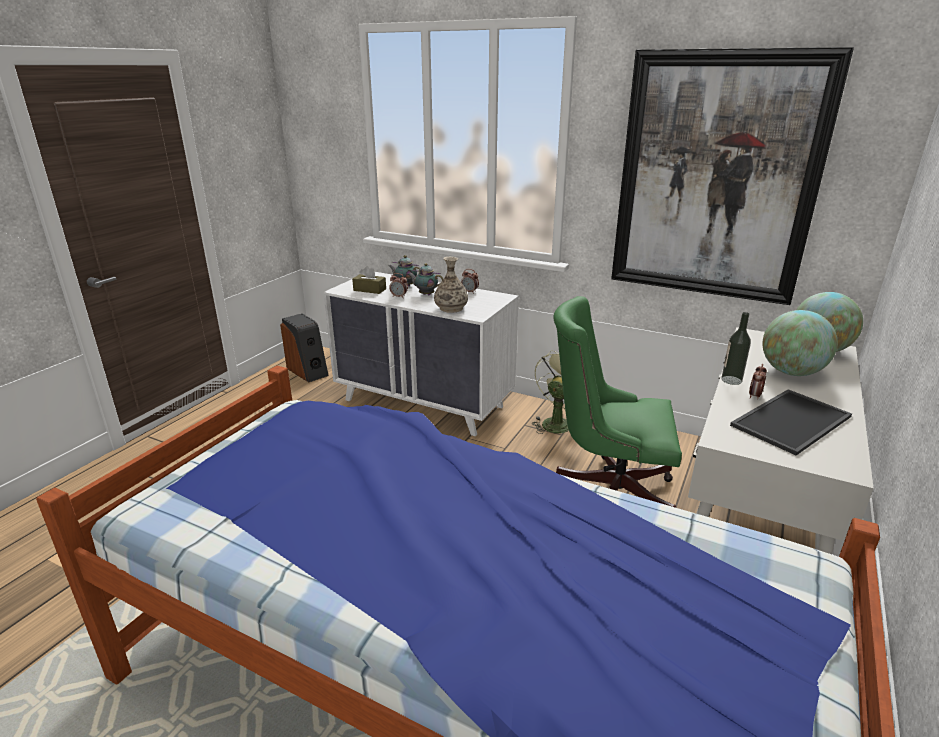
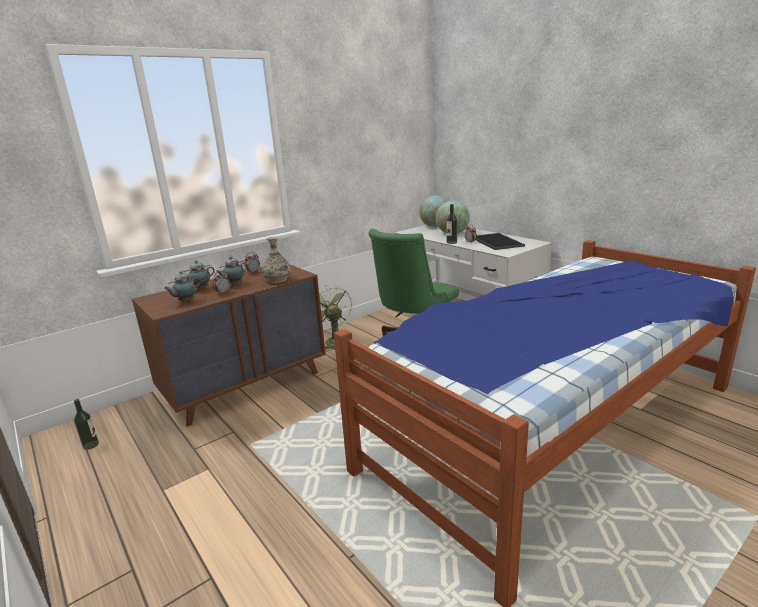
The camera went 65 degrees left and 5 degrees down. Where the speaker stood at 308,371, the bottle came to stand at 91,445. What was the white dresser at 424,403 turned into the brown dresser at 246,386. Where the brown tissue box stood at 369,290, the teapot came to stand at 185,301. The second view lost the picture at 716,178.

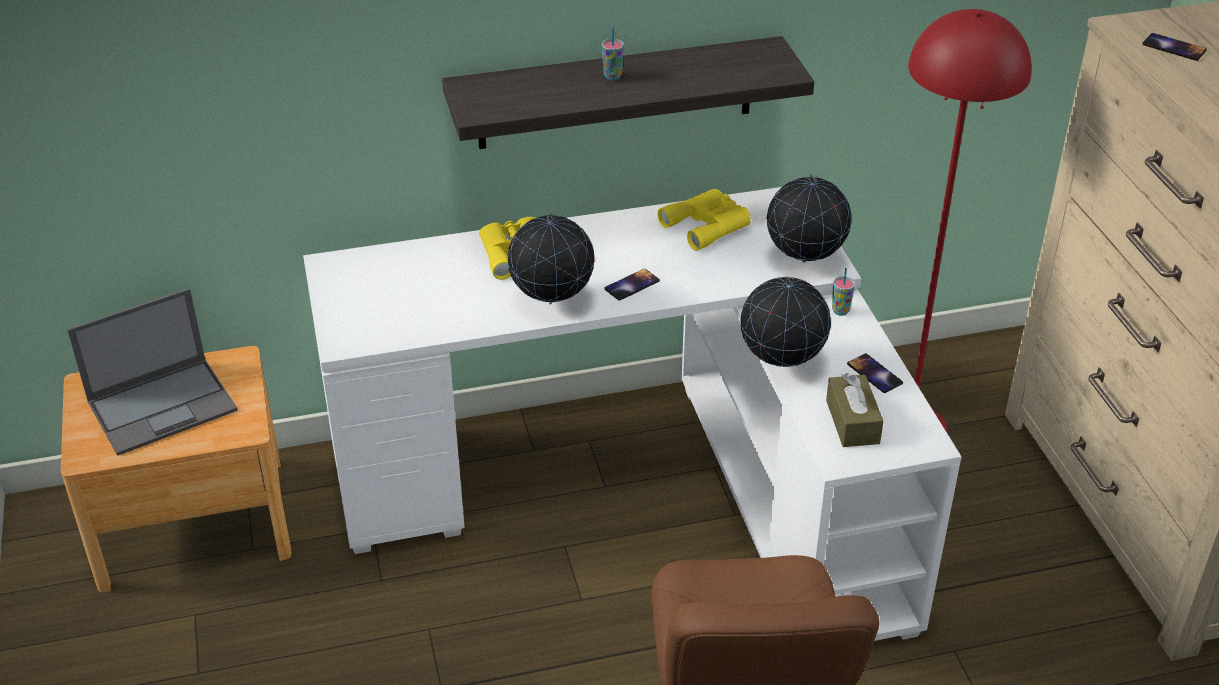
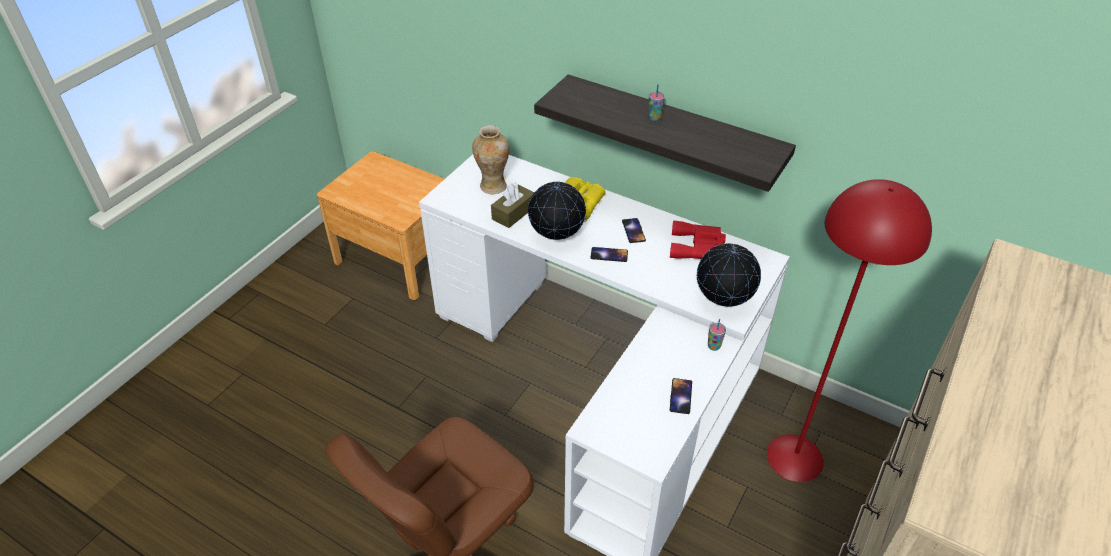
The camera went 45 degrees right and 5 degrees up. The second view gained the vase at 493,186. The brown tissue box ended up elsewhere, having gone from 852,422 to 513,213. The phone ended up elsewhere, having gone from 1174,47 to 633,231. What was the yellow binoculars at 708,224 turned into the red binoculars at 698,247. The second view lost the laptop at 164,405. The second view lost the globe at 781,366.

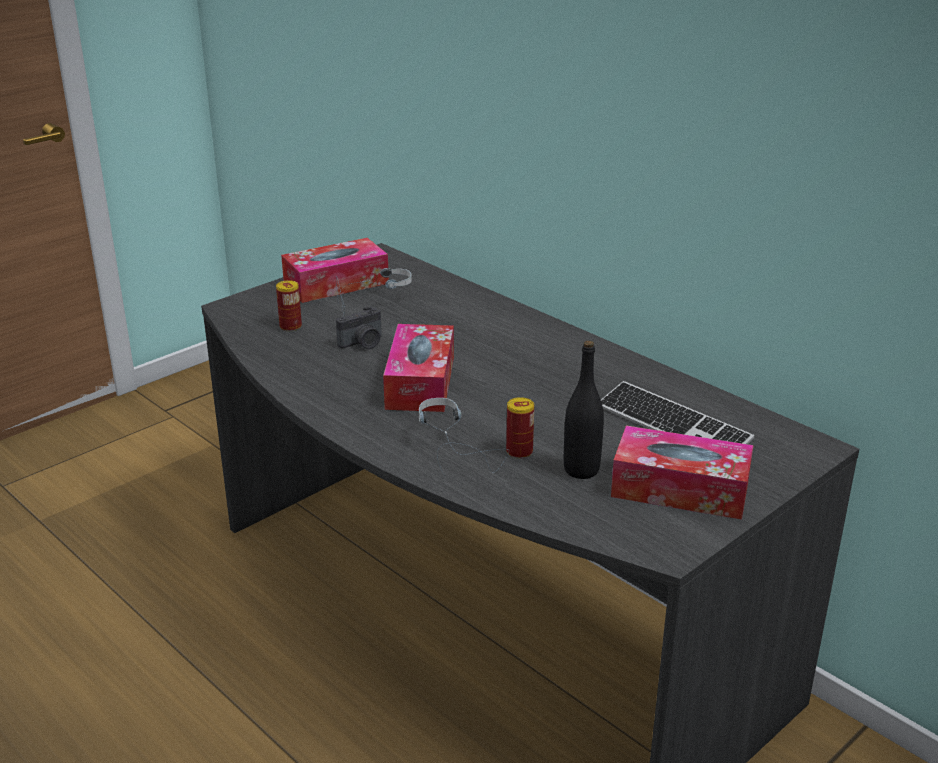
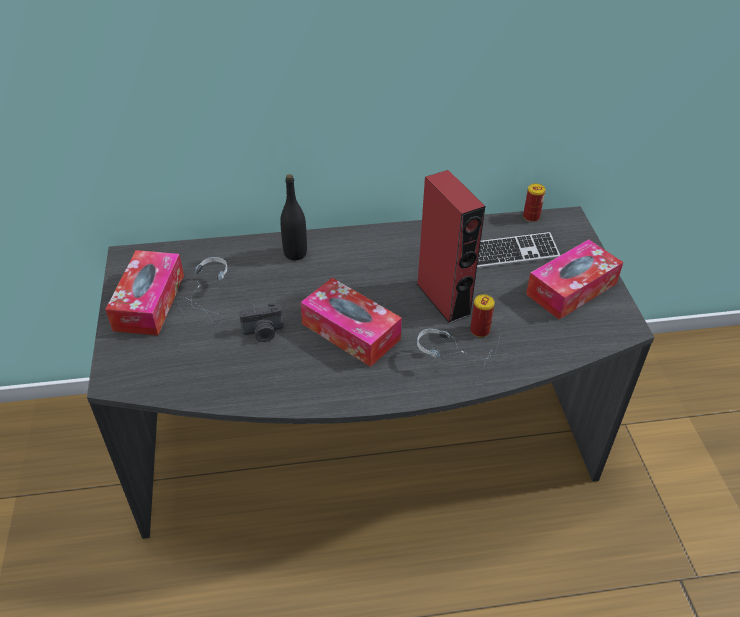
The camera went 55 degrees left and 15 degrees up. The photo camera at 363,343 ended up facing another way, 75 degrees clockwise from before. The black bottle ended up elsewhere, having gone from 581,470 to 295,253. The second view gained the red speaker at 443,299. The can ended up elsewhere, having gone from 290,326 to 531,217.

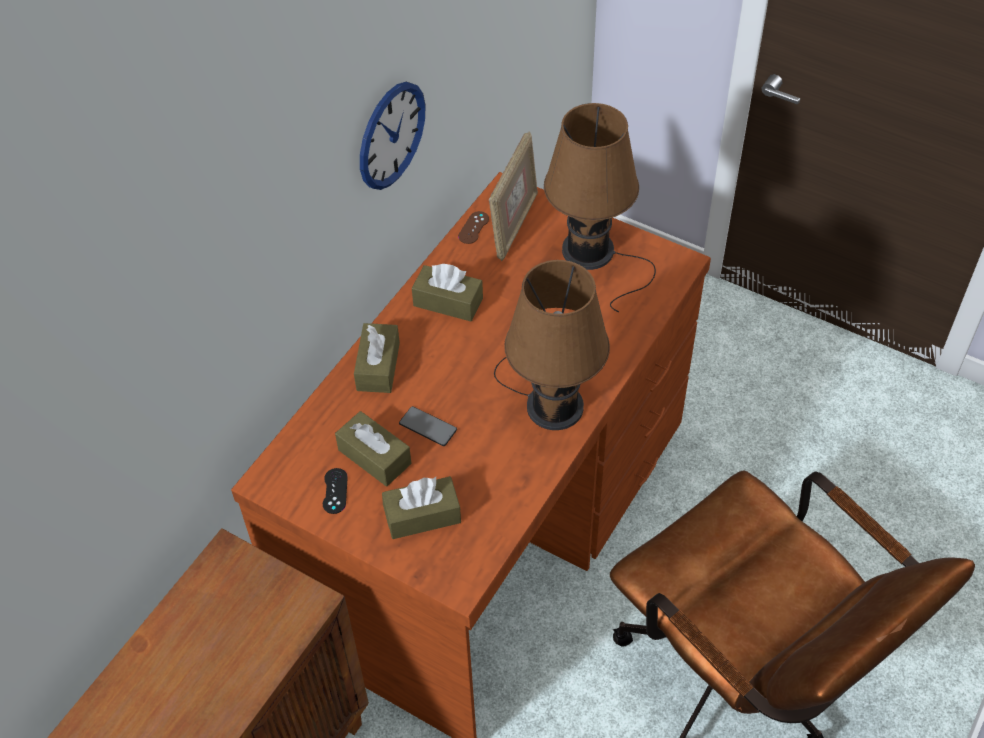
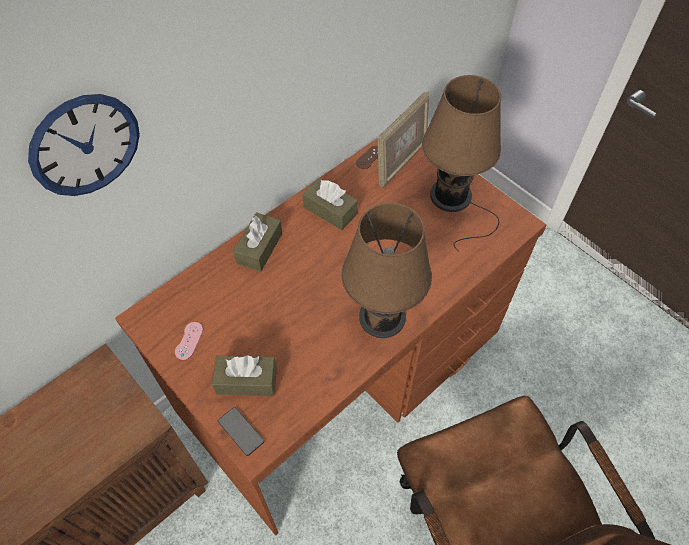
The camera went 15 degrees right and 5 degrees up. The wall clock ended up elsewhere, having gone from 391,135 to 85,145. What was the black game controller at 335,491 turned into the pink game controller at 189,340. The phone ended up elsewhere, having gone from 428,427 to 241,431. The second view lost the brown tissue box at 374,456.

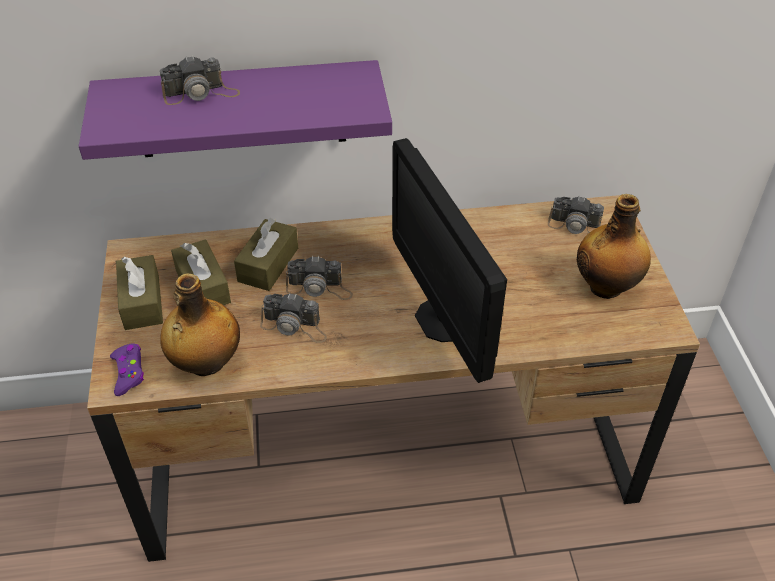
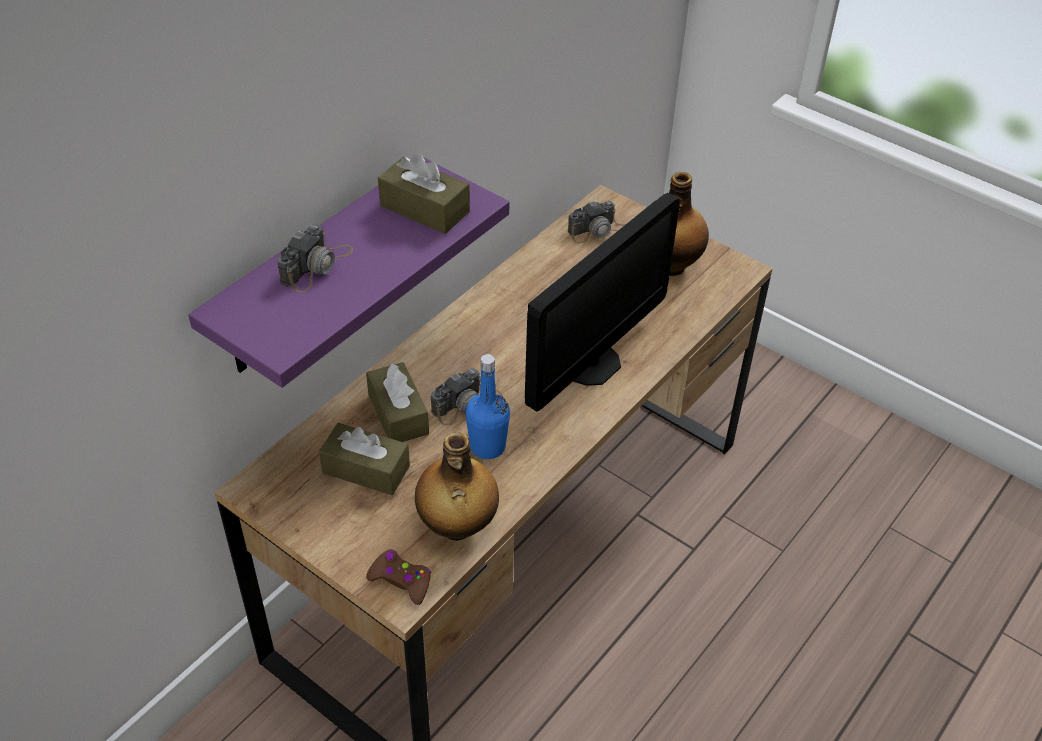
The camera went 45 degrees left and 0 degrees up. What was the purple game controller at 129,372 turned into the brown game controller at 401,580. The brown tissue box ended up elsewhere, having gone from 142,302 to 424,209. Where the photo camera stood at 295,326, the blue bottle came to stand at 487,447. The monitor at 443,319 ended up facing another way, 75 degrees counterclockwise from before.

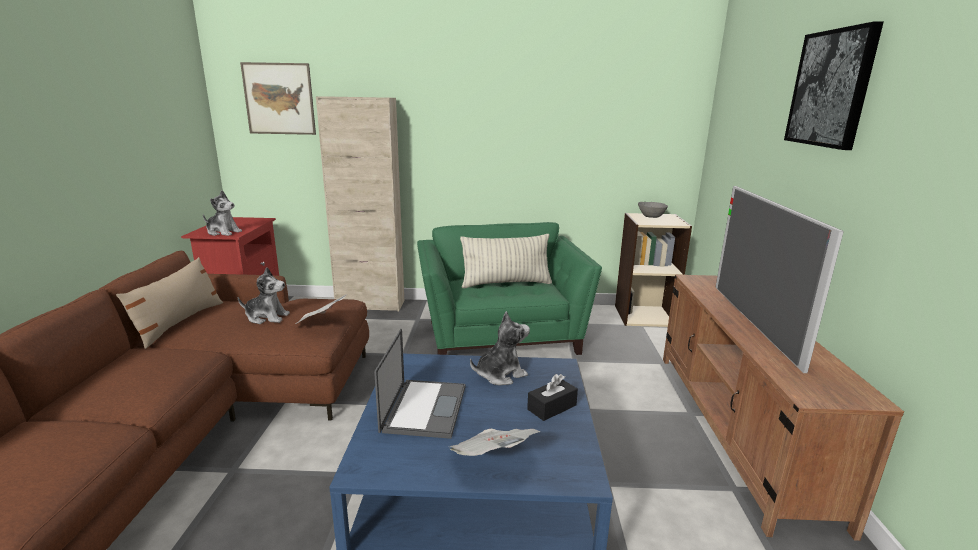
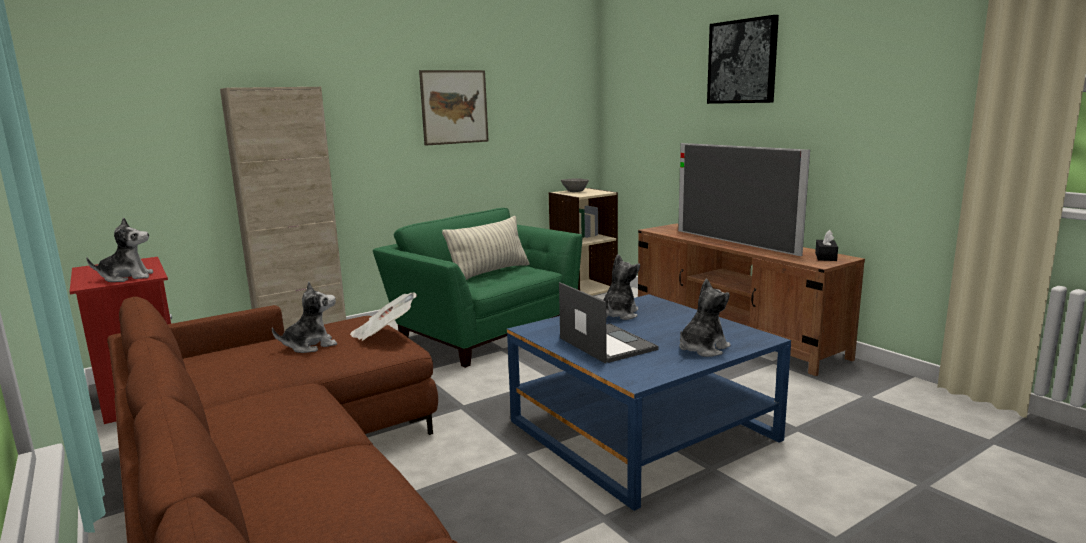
The camera went 35 degrees left and 5 degrees down. The picture ended up elsewhere, having gone from 279,99 to 454,107. Where the newspaper stood at 492,459, the plush toy came to stand at 702,349. The black tissue box ended up elsewhere, having gone from 552,407 to 825,257. The second view lost the beige pillow at 179,323.

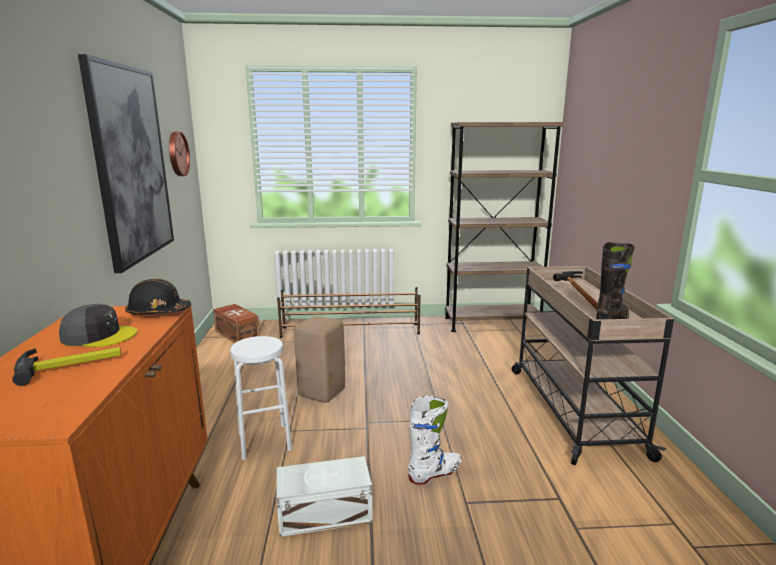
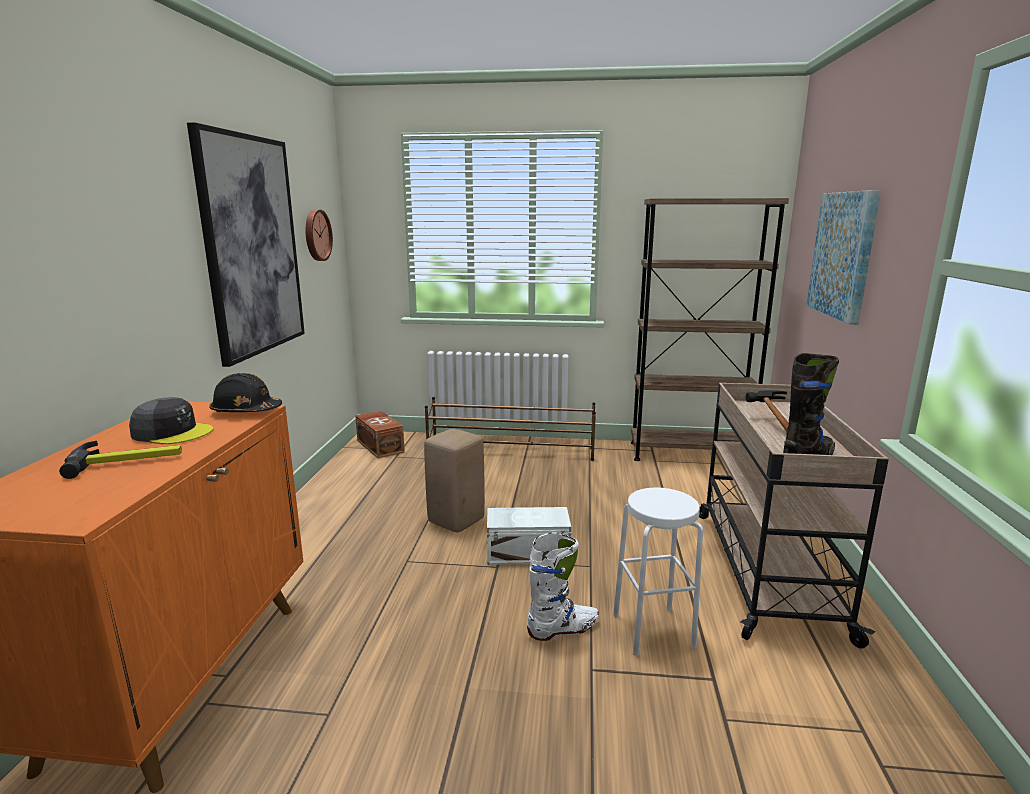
The camera went 10 degrees right and 0 degrees up. The white storage box ended up elsewhere, having gone from 323,512 to 526,552. The white stool ended up elsewhere, having gone from 264,441 to 653,630. The second view gained the picture at 843,254.

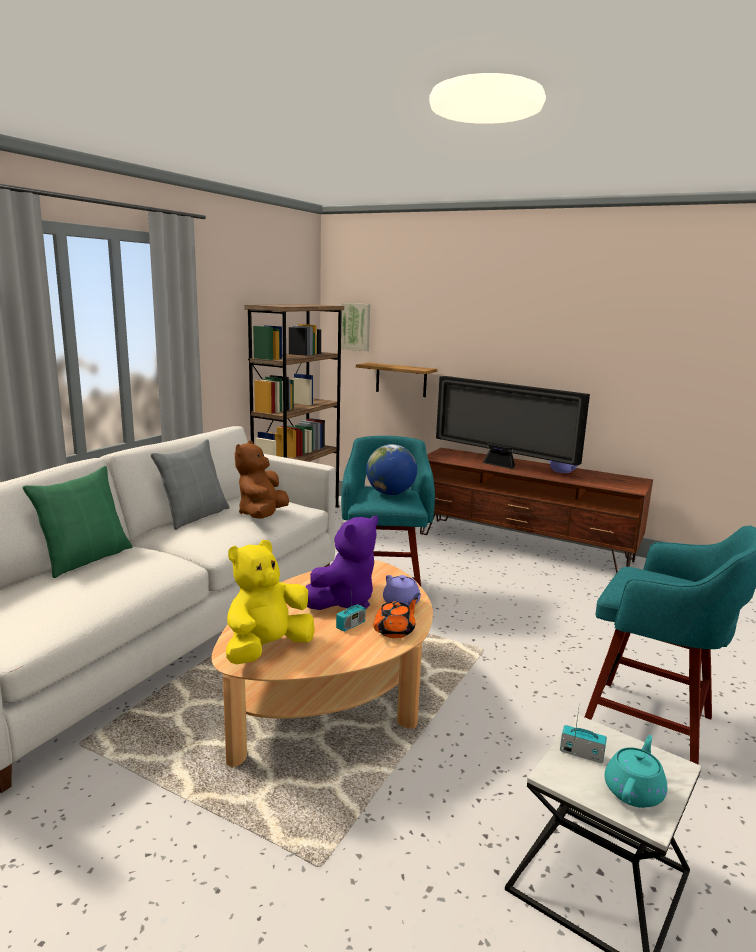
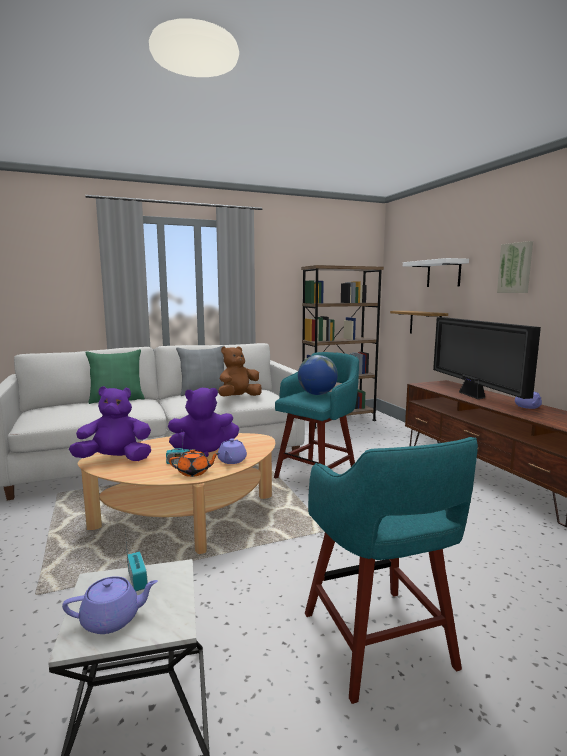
The camera went 40 degrees right and 5 degrees down. What was the turquoise teapot at 634,791 turned into the purple teapot at 112,619. What was the yellow plush toy at 267,649 turned into the purple plush toy at 115,460. The second view gained the white shelf at 443,273. The picture ended up elsewhere, having gone from 356,326 to 516,268.

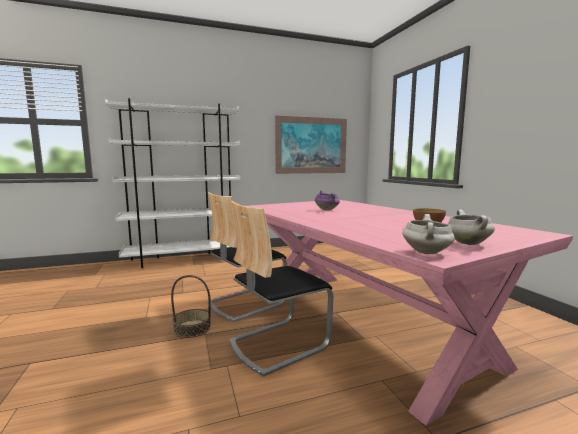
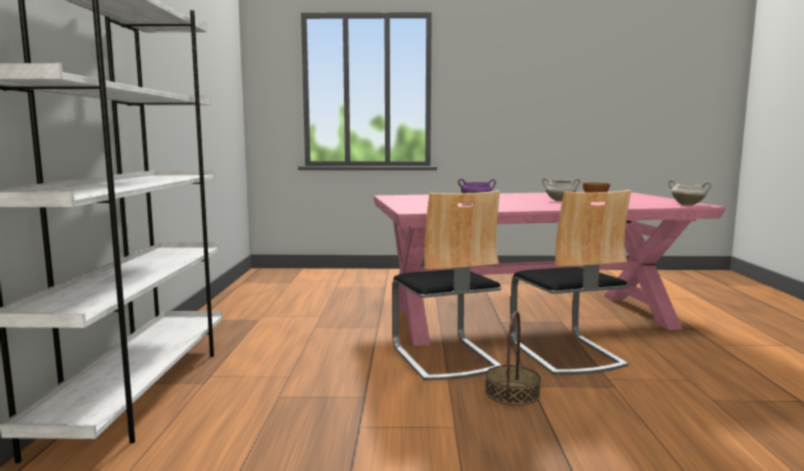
The camera went 70 degrees left and 0 degrees up. The white cooking pot ended up elsewhere, having gone from 466,243 to 559,200. The second view lost the picture at 311,145.

